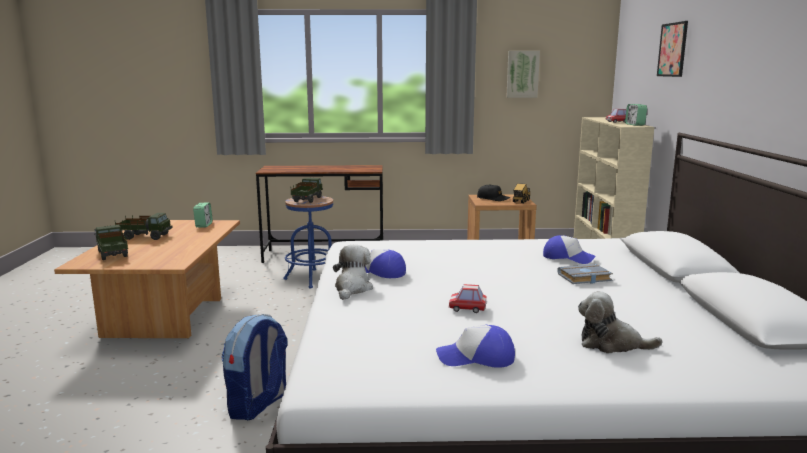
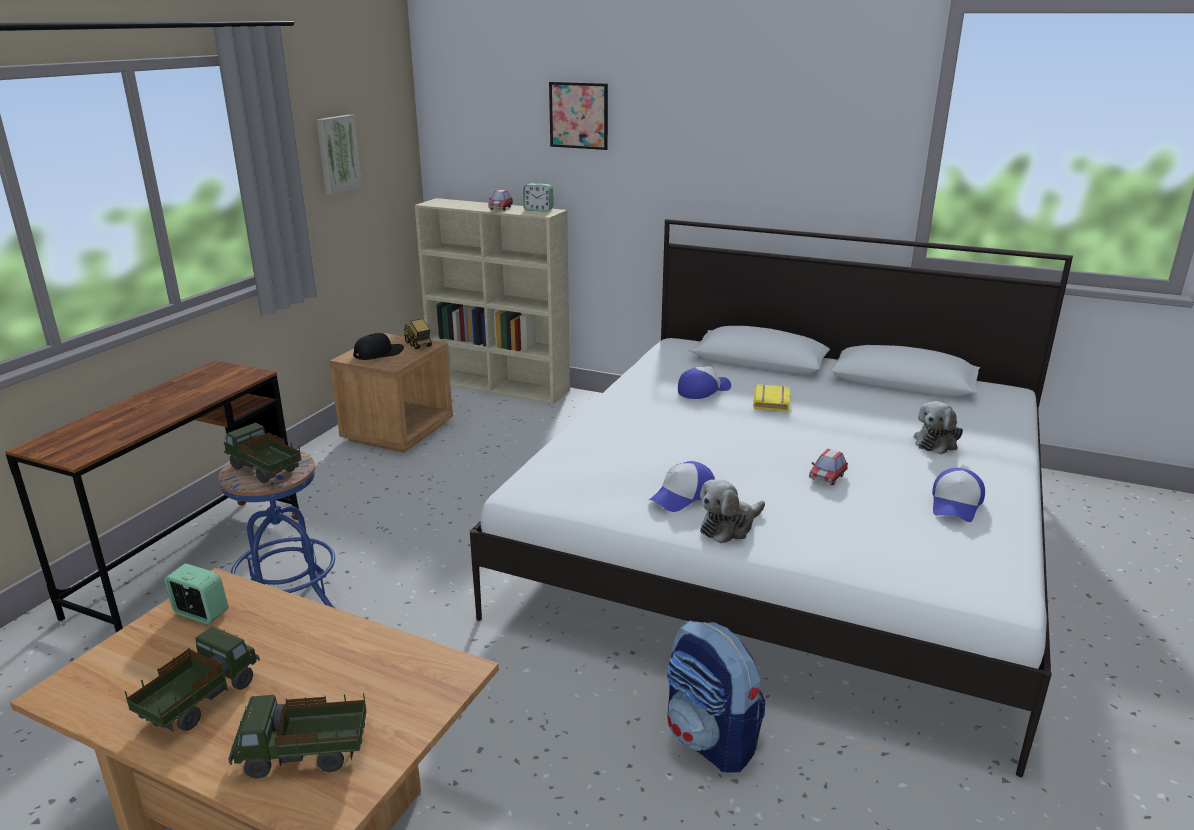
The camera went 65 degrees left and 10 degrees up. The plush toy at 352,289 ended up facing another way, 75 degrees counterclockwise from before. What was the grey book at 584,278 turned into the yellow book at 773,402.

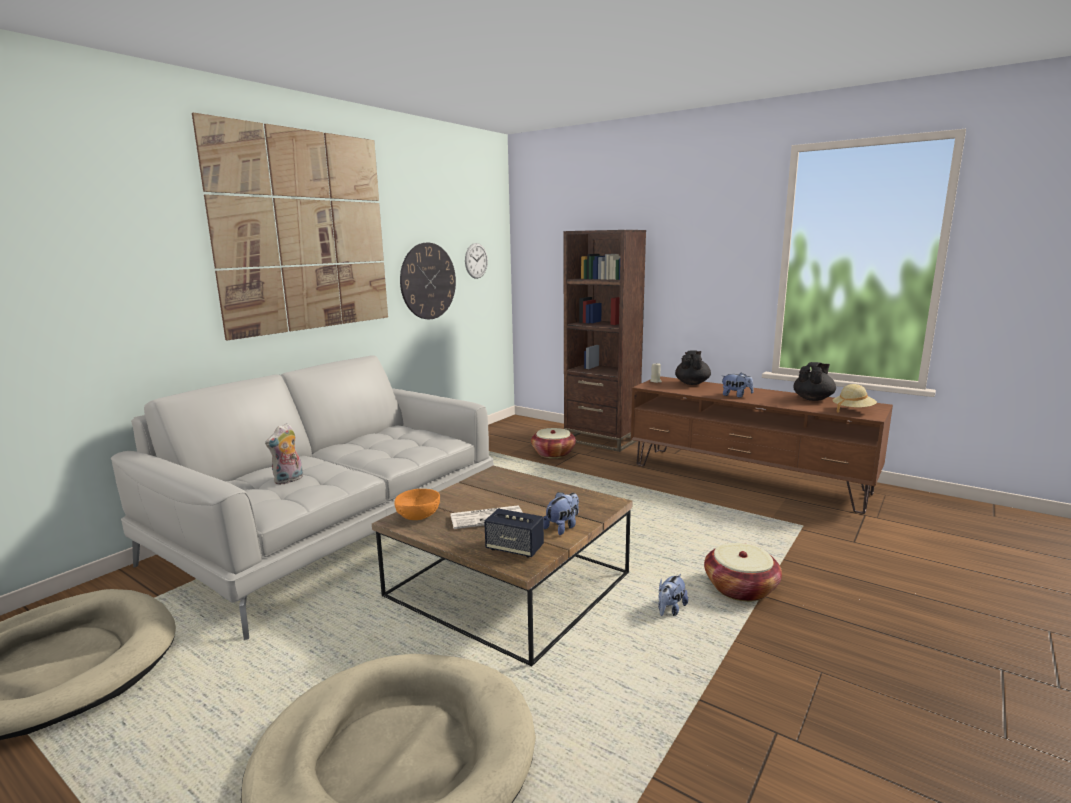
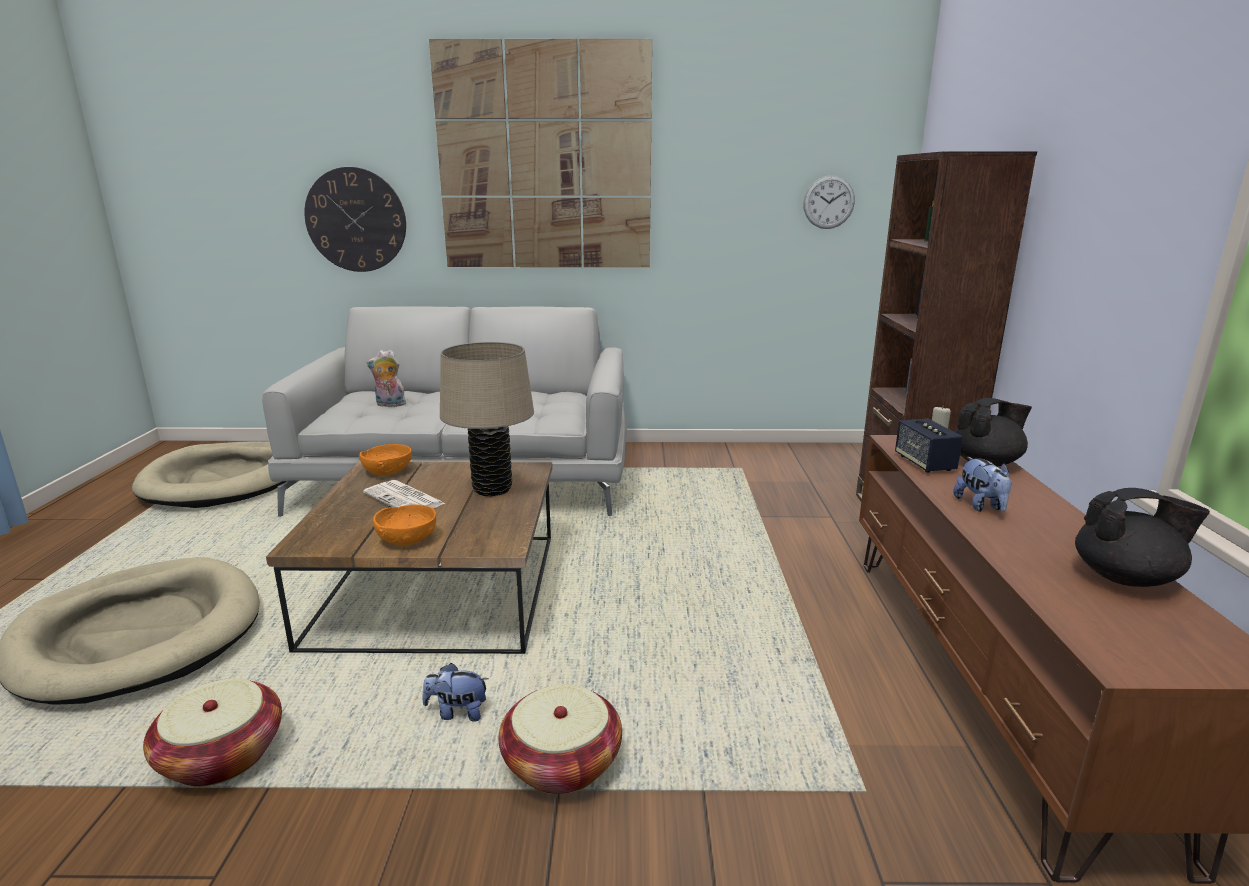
The camera went 55 degrees right and 5 degrees up. The basket ended up elsewhere, having gone from 553,453 to 222,756. The wall clock ended up elsewhere, having gone from 428,281 to 356,220. Where the plush toy stood at 562,527, the orange bowl came to stand at 407,539. The second view gained the beige table lamp at 492,489. The speaker ended up elsewhere, having gone from 514,548 to 924,463. The second view lost the beige hat at 853,410.

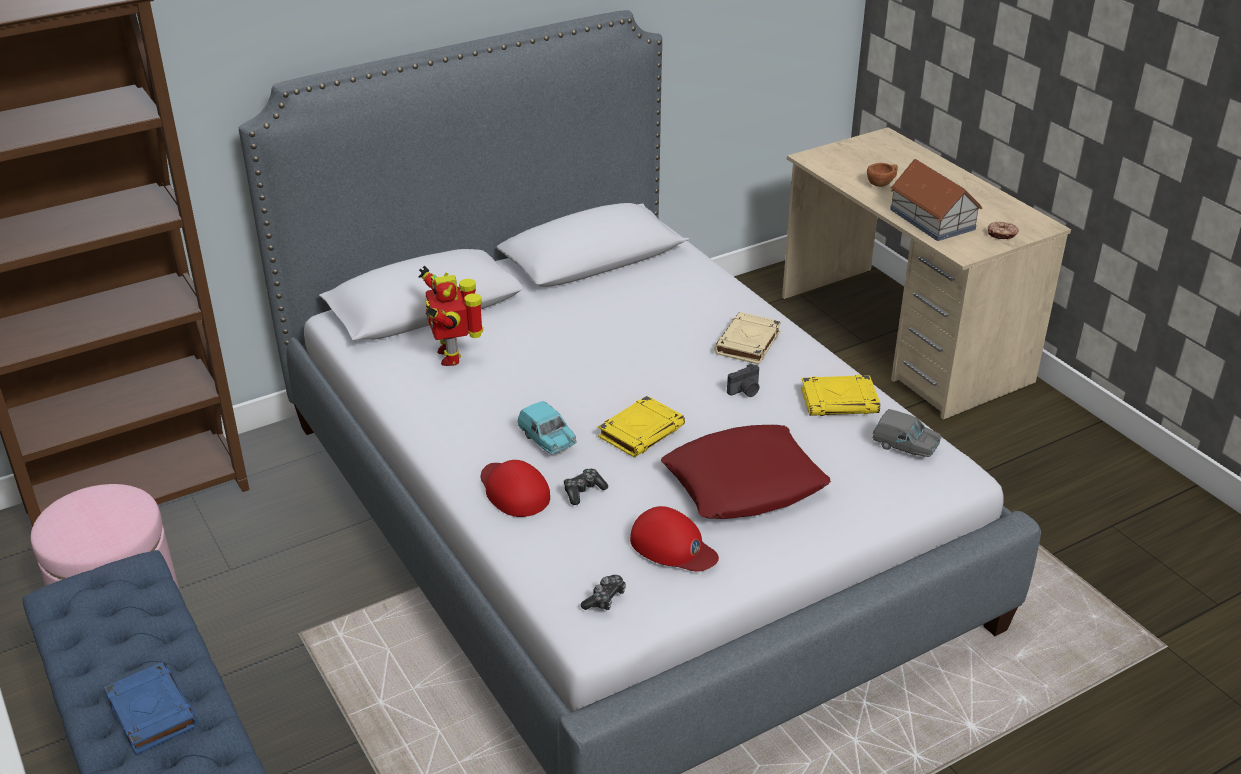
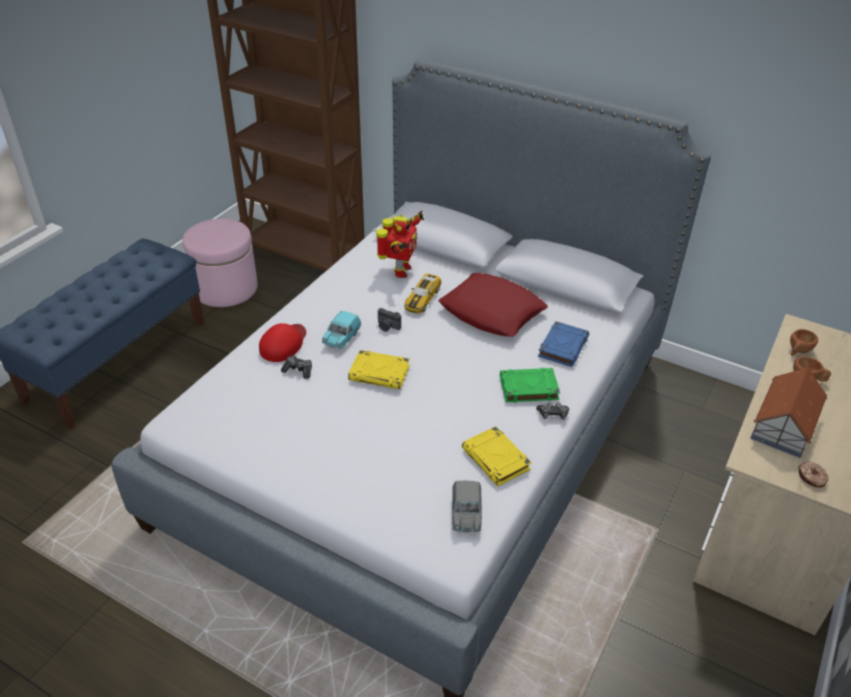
The camera went 60 degrees right and 5 degrees up. The toy robot at 452,355 ended up facing another way, 150 degrees clockwise from before. The photo camera ended up elsewhere, having gone from 745,391 to 387,327. The second view gained the toy car at 422,299. The red pillow ended up elsewhere, having gone from 744,483 to 492,312. What was the beige book at 747,343 turned into the green book at 528,388. The game controller ended up elsewhere, having gone from 605,599 to 553,414. The blue book ended up elsewhere, having gone from 151,712 to 563,347. The second view gained the brown cup at 798,351. The second view lost the red cap at 673,546.

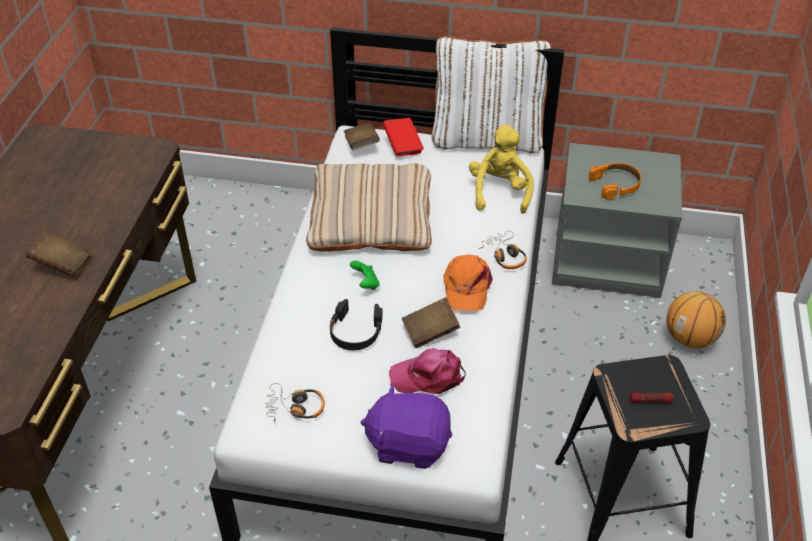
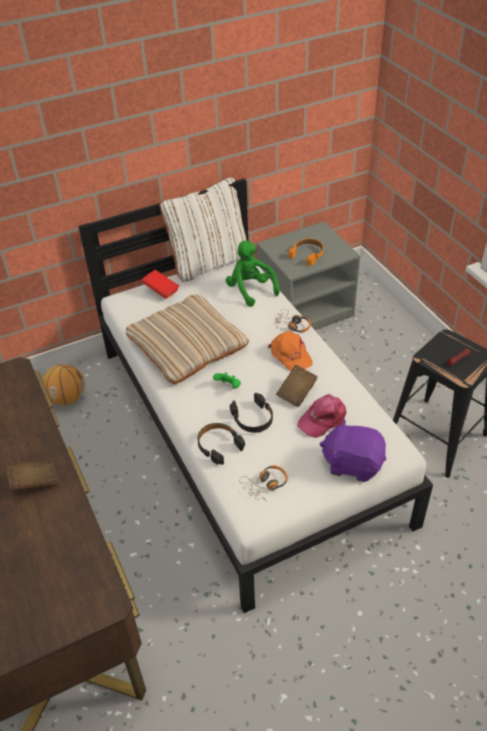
The camera went 35 degrees left and 0 degrees up. The basketball ended up elsewhere, having gone from 690,338 to 67,398. The second view gained the black headphones at 219,445. What was the yellow plush toy at 499,192 turned into the green plush toy at 250,290. The purple plush toy at 408,444 ended up facing another way, 45 degrees clockwise from before. The second view lost the brown book at 361,145.

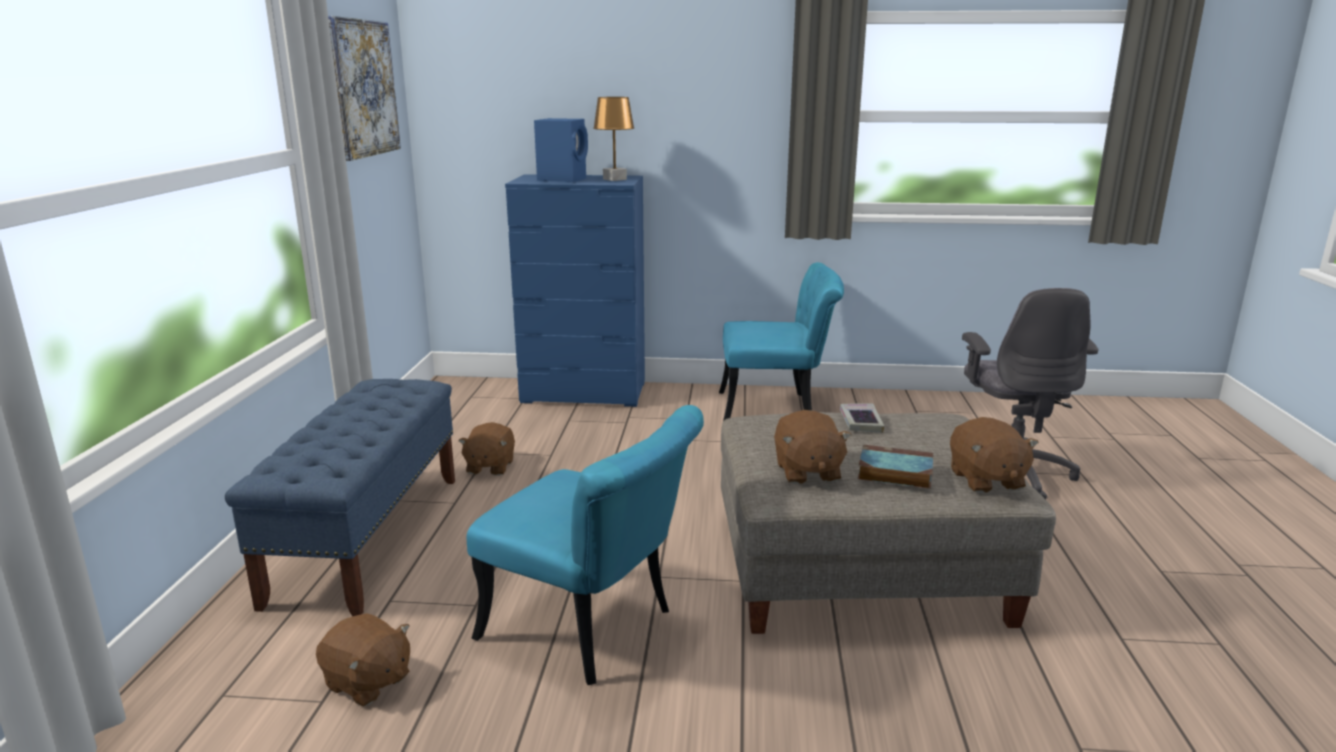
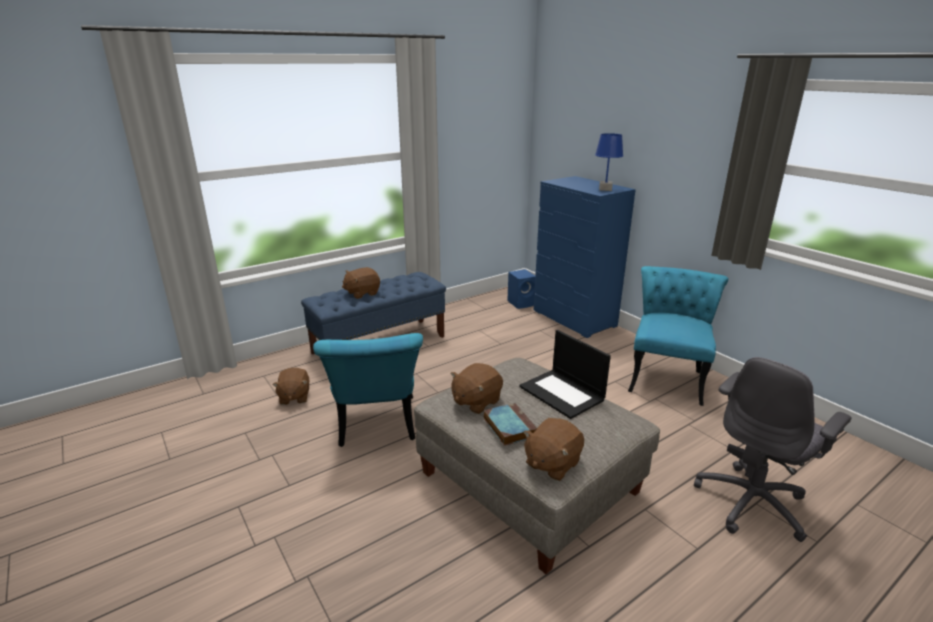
The camera went 50 degrees right and 5 degrees up. The brown plush toy ended up elsewhere, having gone from 489,467 to 362,293. The blue speaker ended up elsewhere, having gone from 563,179 to 521,303. Where the book stood at 860,422, the laptop came to stand at 563,393. What was the brown table lamp at 614,179 turned into the blue table lamp at 605,189. The turquoise chair at 777,409 ended up facing another way, 120 degrees counterclockwise from before. The second view lost the picture at 362,88.

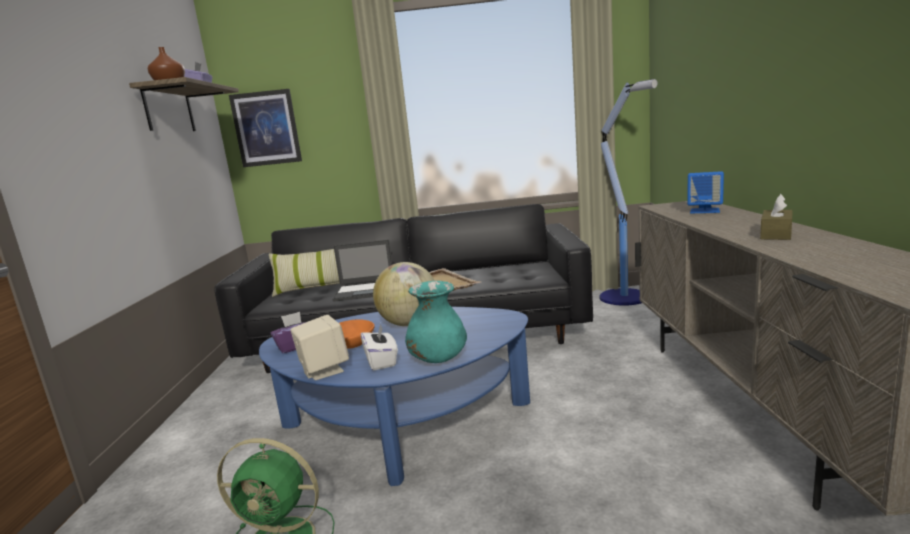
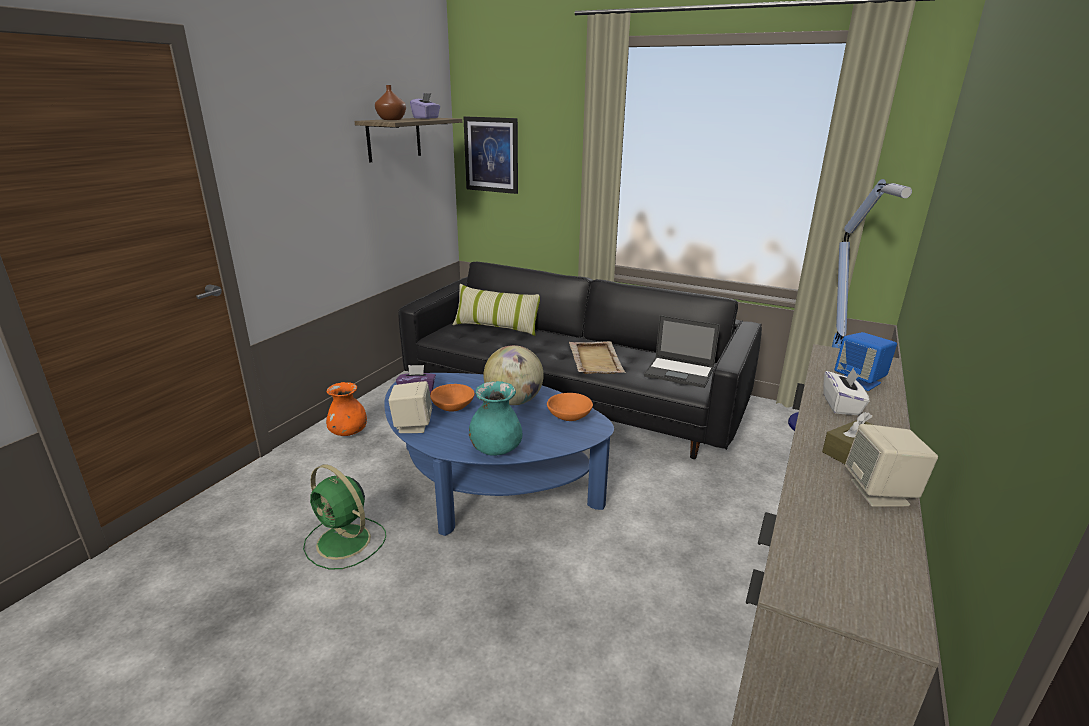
The camera went 25 degrees right and 10 degrees up. The second view gained the orange vase at 348,432. The second view gained the orange bowl at 569,417. The laptop ended up elsewhere, having gone from 366,291 to 680,372. The white tissue box ended up elsewhere, having gone from 381,361 to 841,405. The second view gained the beige speaker at 880,493.

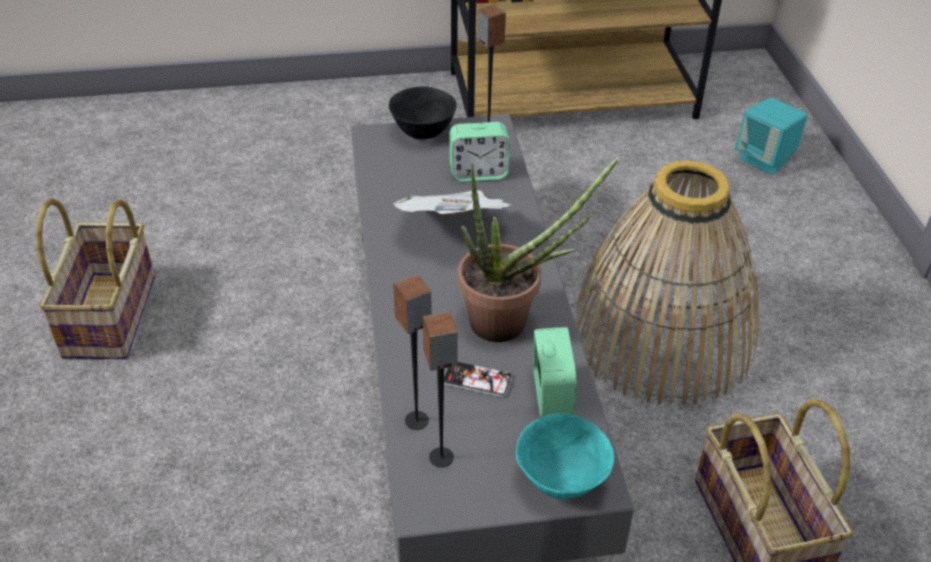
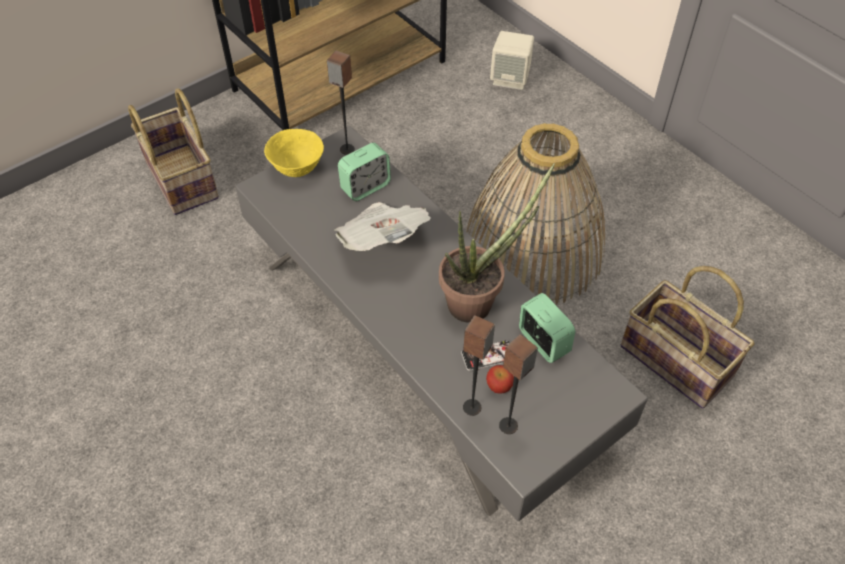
The camera went 30 degrees left and 10 degrees up. The basket ended up elsewhere, having gone from 112,317 to 183,179. What was the black bowl at 423,132 turned into the yellow bowl at 297,168. The second view gained the apple at 498,386. What was the turquoise speaker at 765,159 turned into the beige speaker at 510,78. The second view lost the turquoise bowl at 561,482.

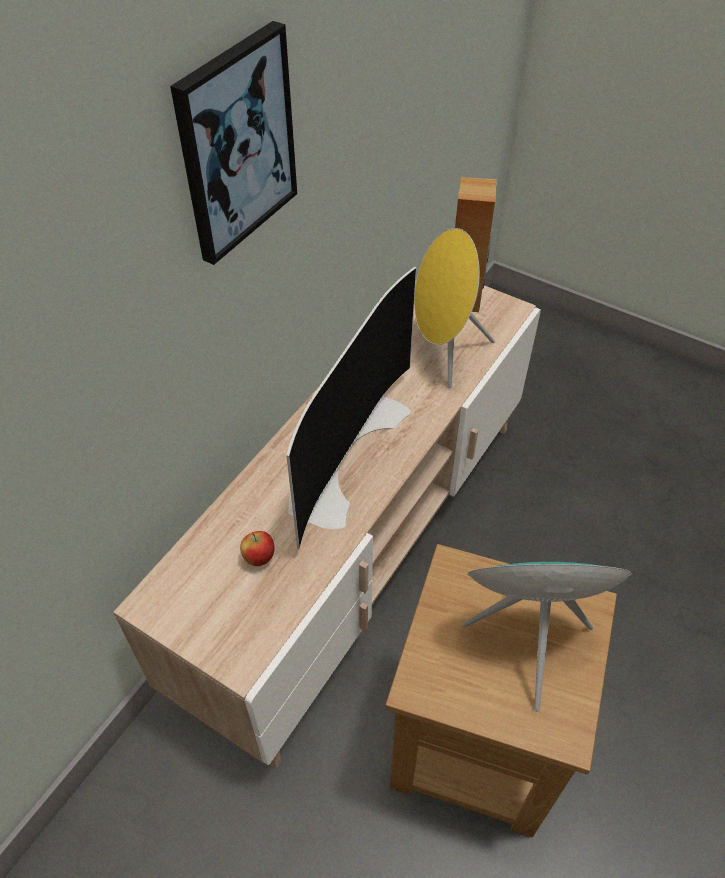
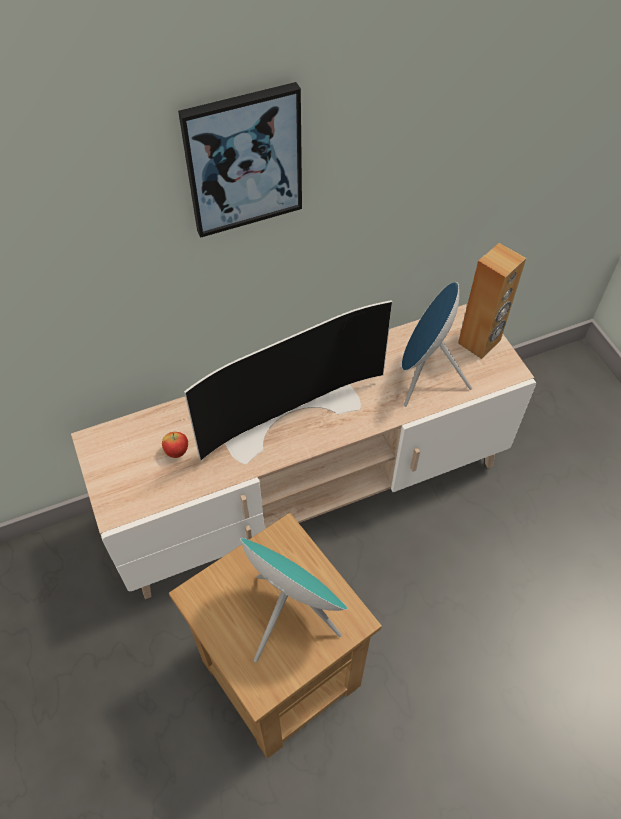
The camera went 35 degrees right and 5 degrees up. What was the yellow speaker at 444,352 turned into the blue speaker at 425,377.

